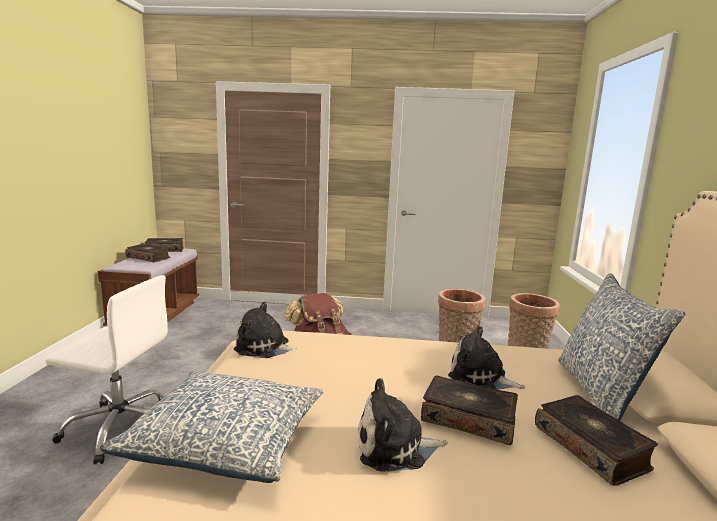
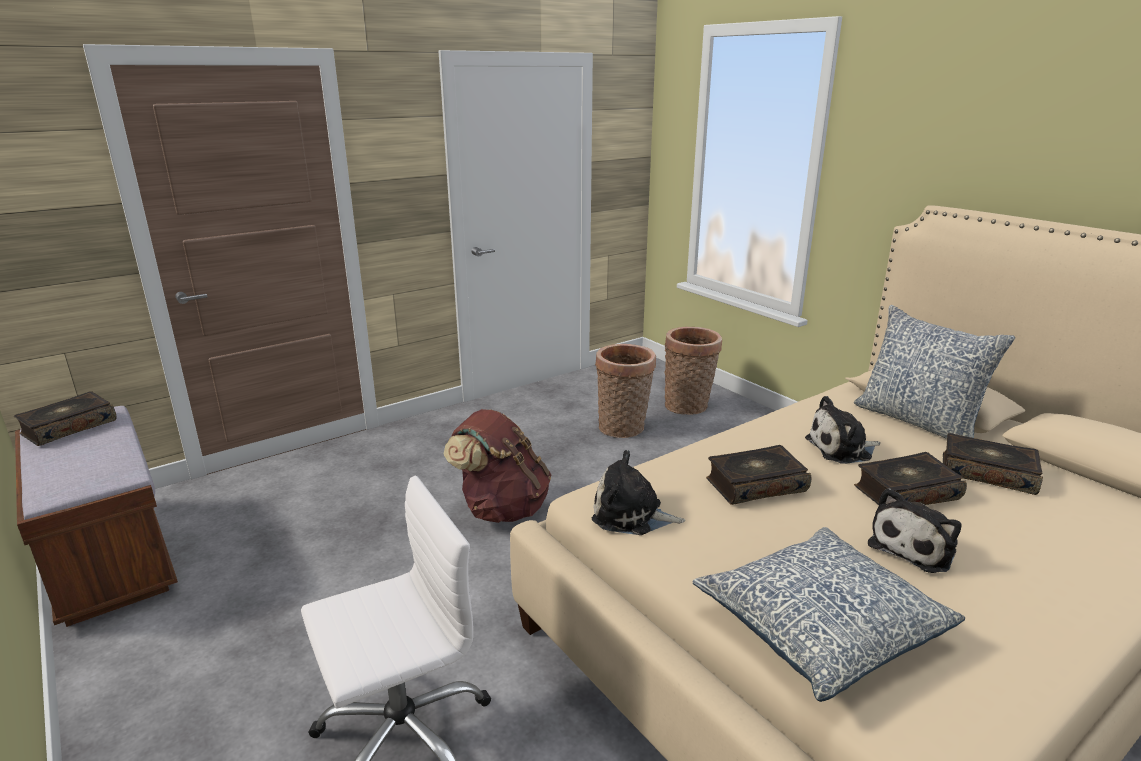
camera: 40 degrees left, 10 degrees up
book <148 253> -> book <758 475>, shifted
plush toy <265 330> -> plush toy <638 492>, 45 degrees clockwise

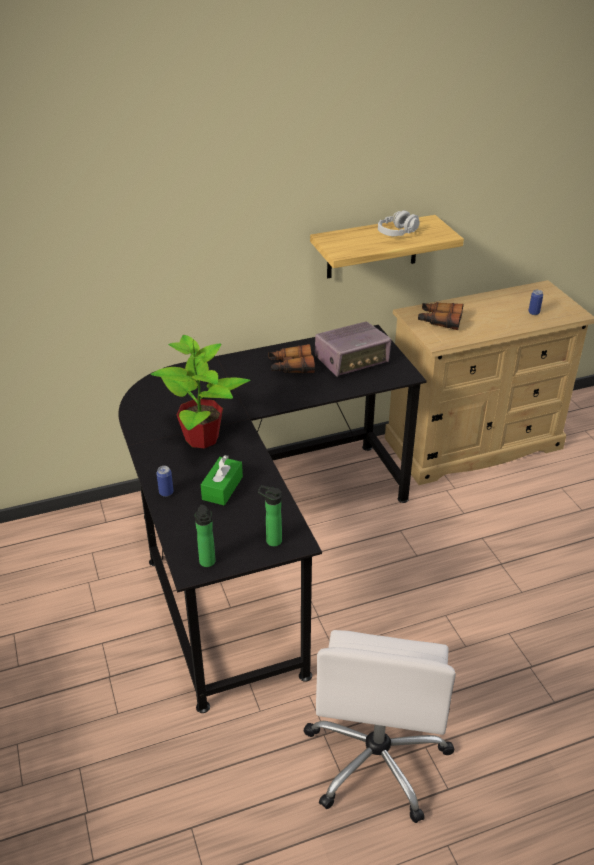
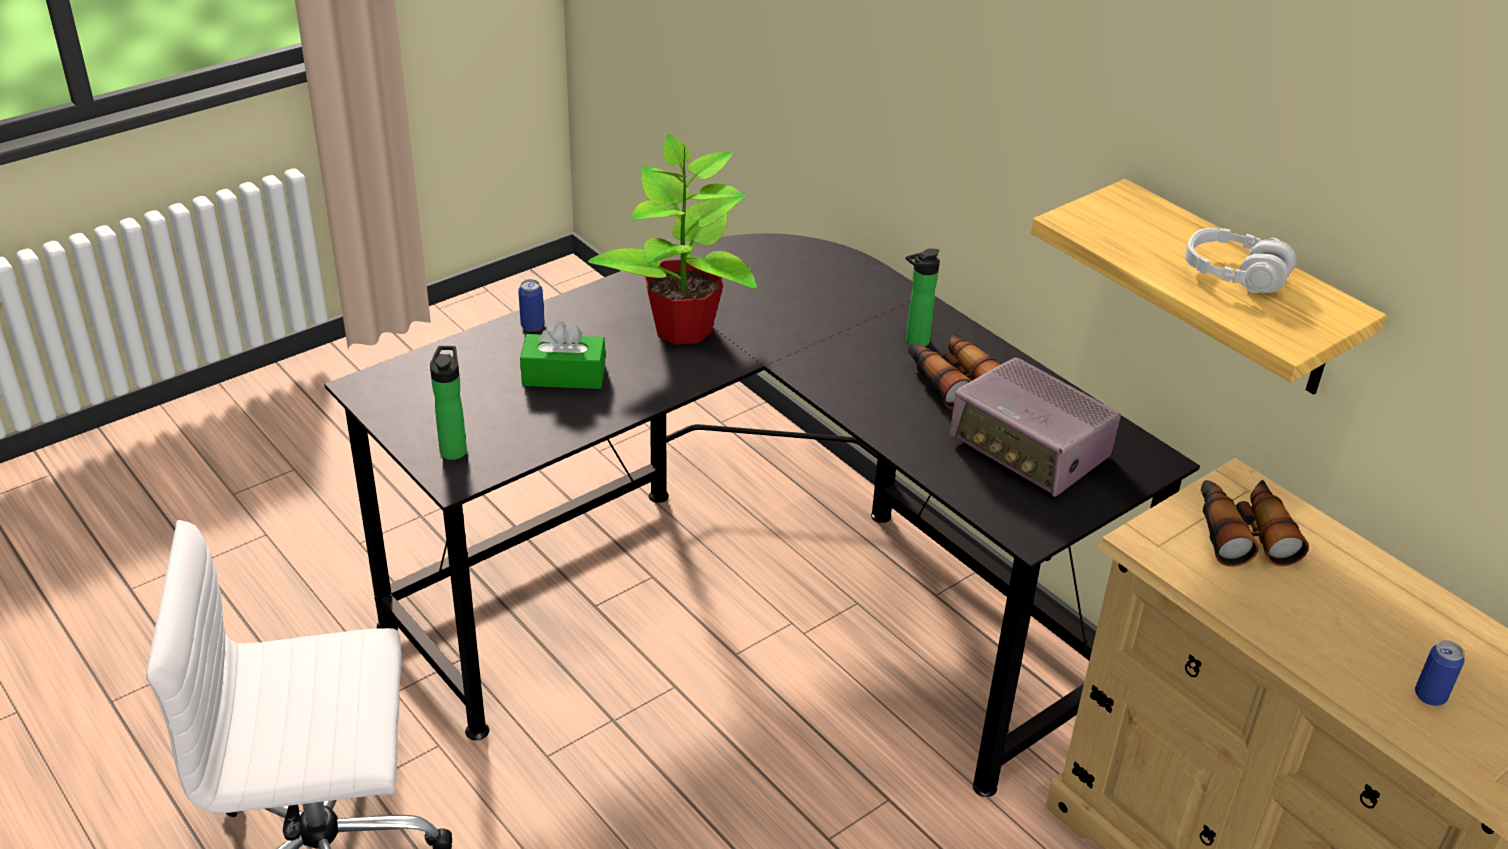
camera: 70 degrees right, 0 degrees up
bottle <205 536> -> bottle <923 297>, shifted

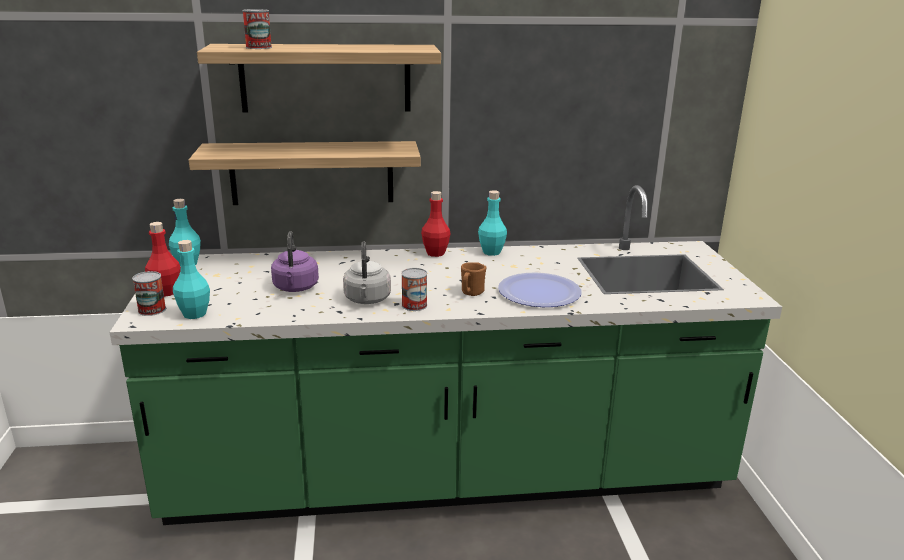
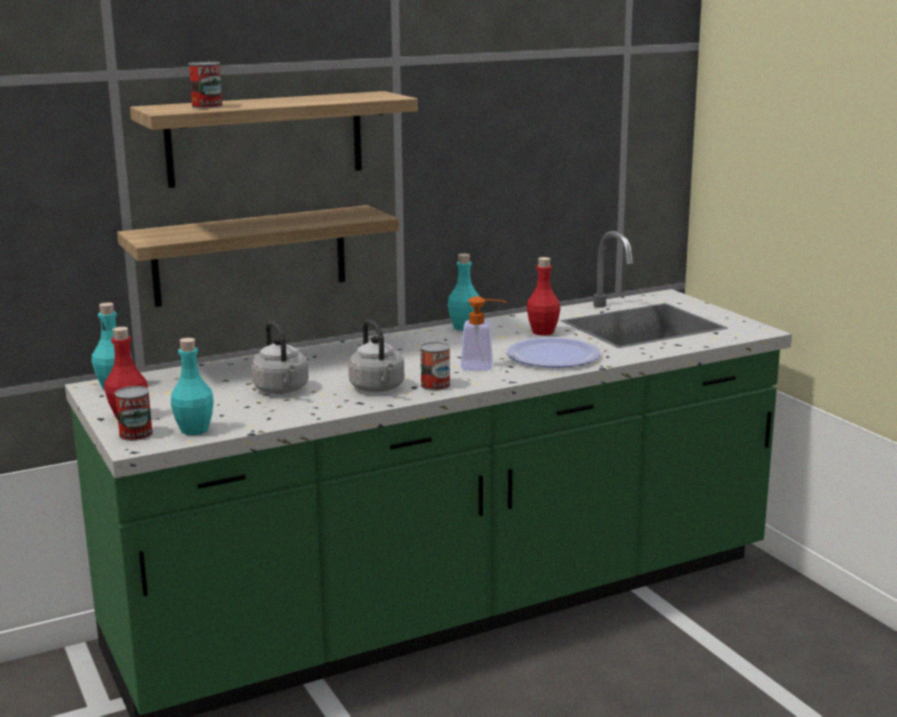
camera: 20 degrees left, 5 degrees down
red bottle <435 224> -> red bottle <543 296>, shifted
brown mug <474 279> -> soap dispenser <484 333>
purple kettle <295 261> -> grey kettle <280 357>

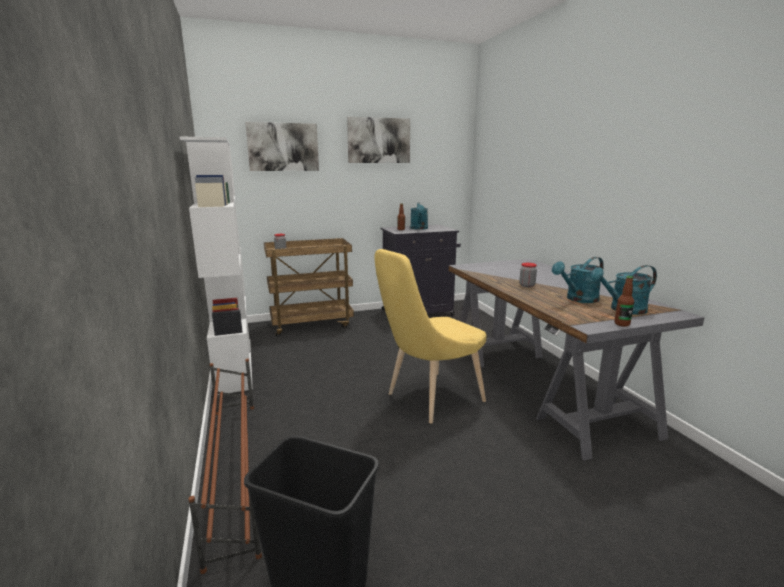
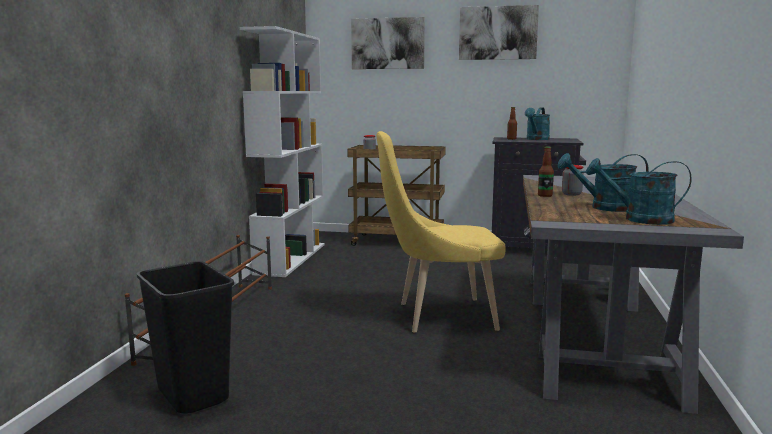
camera: 30 degrees right, 5 degrees down
bottle <624 301> -> bottle <546 171>, shifted

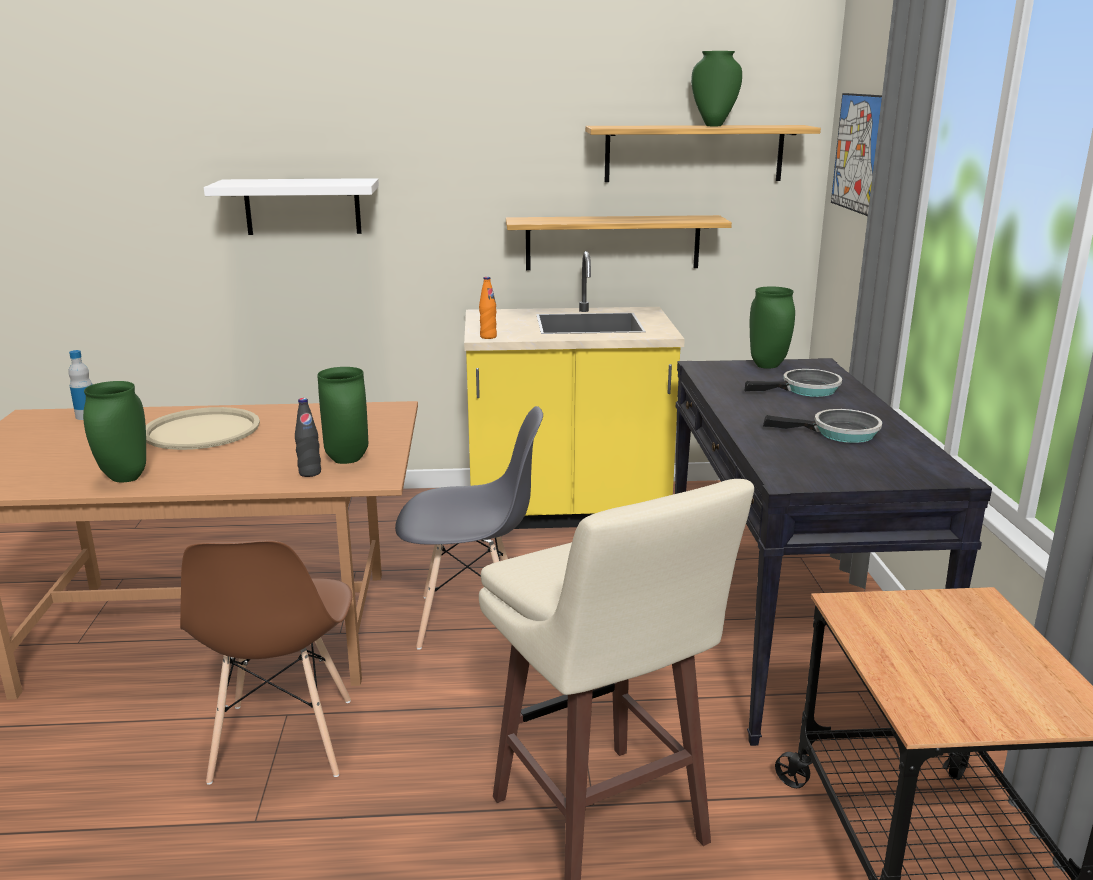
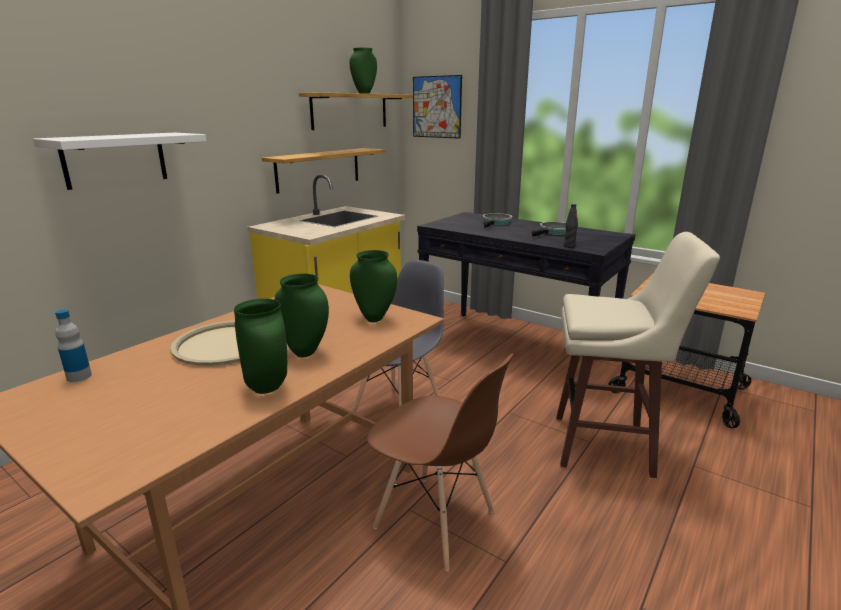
camera: 50 degrees left, 0 degrees up
orange bottle <488 308> -> none
black bottle <308 437> -> black bottle <571 226>, shifted
green vase <772 327> -> green vase <302 316>, shifted

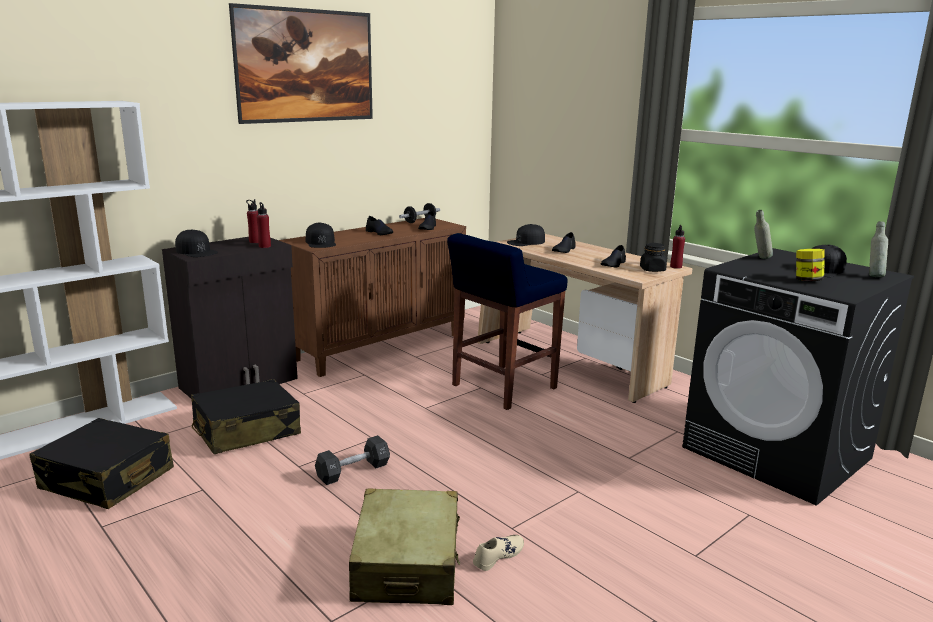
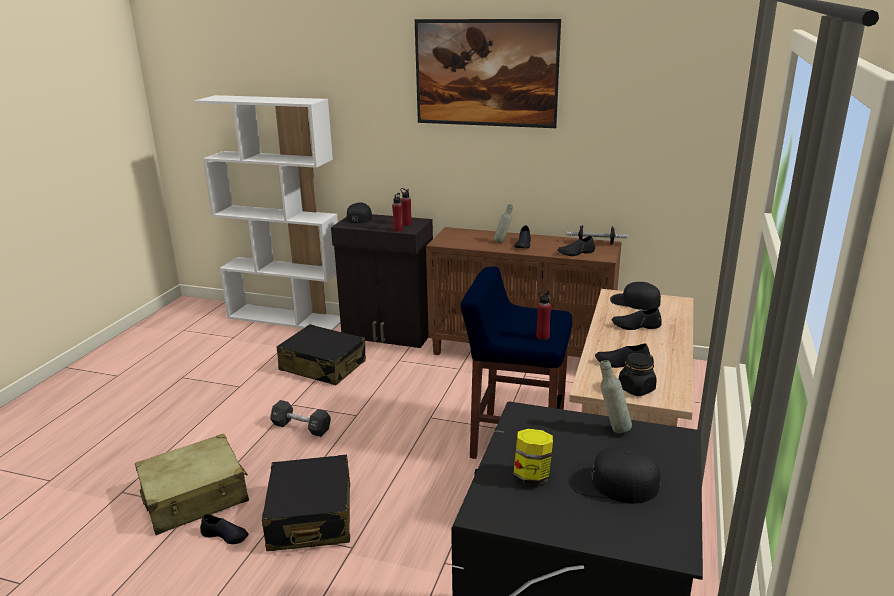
camera: 60 degrees right, 5 degrees up
black cap <321 235> -> none
black suitcase <101 463> -> black suitcase <306 503>, shifted
red bottle <677 247> -> red bottle <543 315>, shifted
grey bottle <878 249> -> grey bottle <503 223>, shifted
beige shoe <498 553> -> black shoe <224 529>

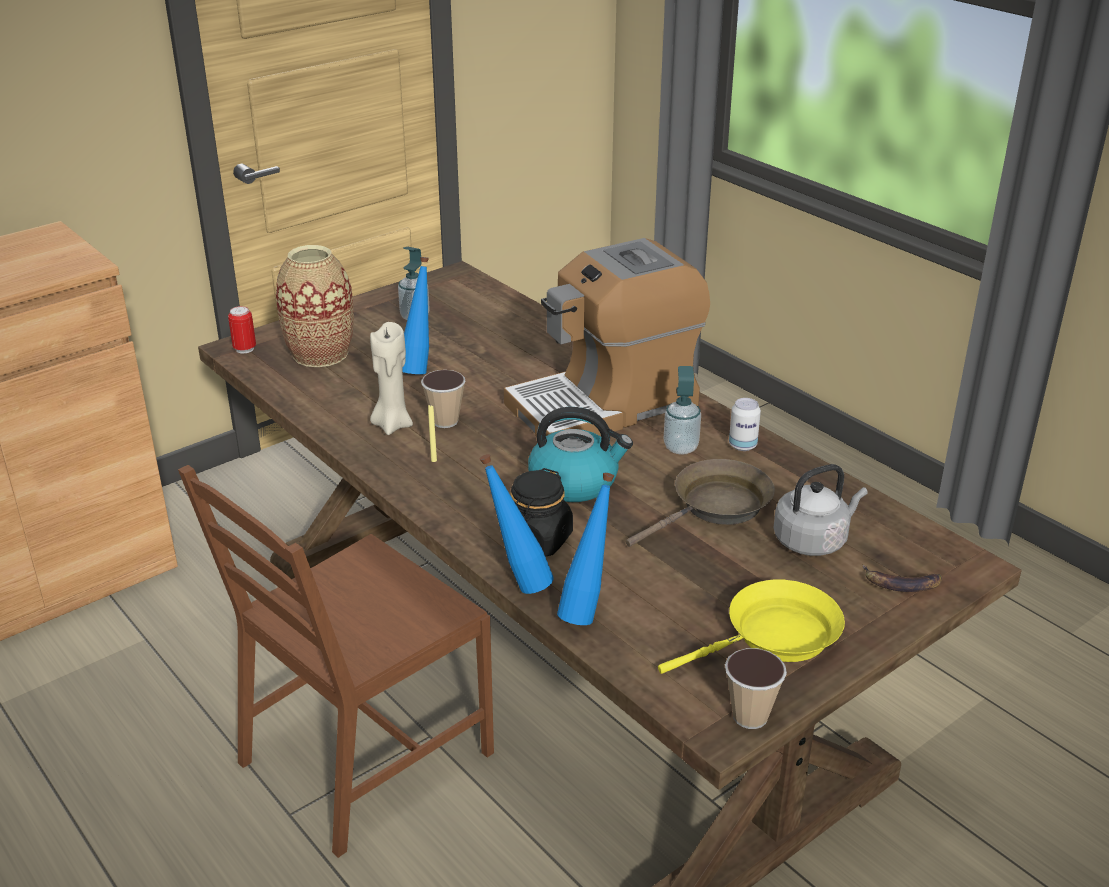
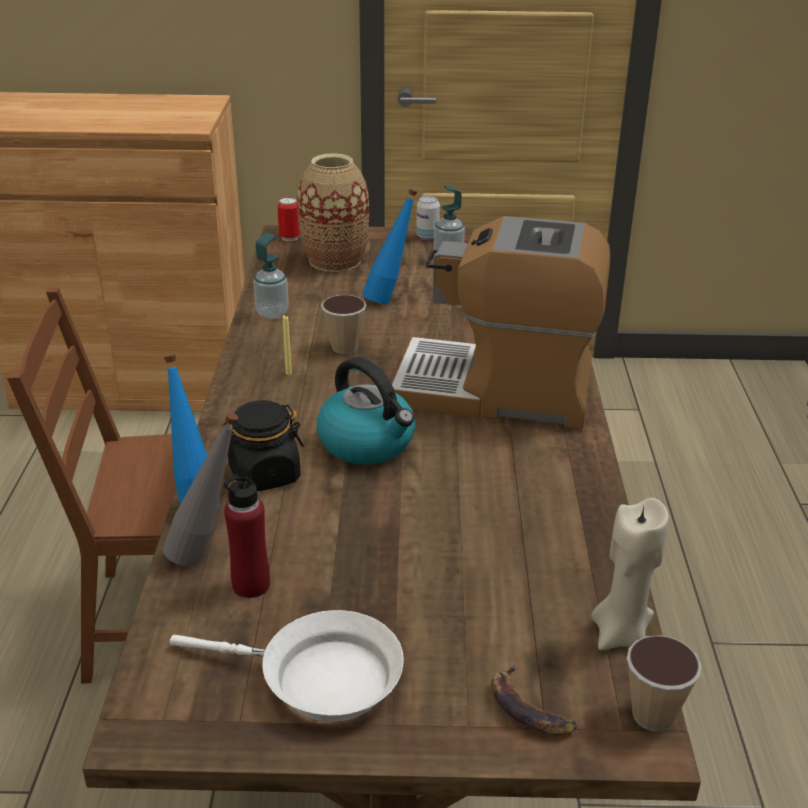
camera: 40 degrees right, 0 degrees up
brown frying pan <700 503> -> none
grey kettle <821 510> -> none
none -> red bottle <247 532>
beige candle <391 378> -> beige candle <630 574>, shifted
soap dispenser <682 410> -> soap dispenser <271 276>, shifted
cup <756 688> -> cup <664 683>, shifted
can <745 424> -> can <428 218>, shifted
blue bottle <585 549> -> grey bottle <200 489>
yellow frying pan <751 627> -> white frying pan <287 666>

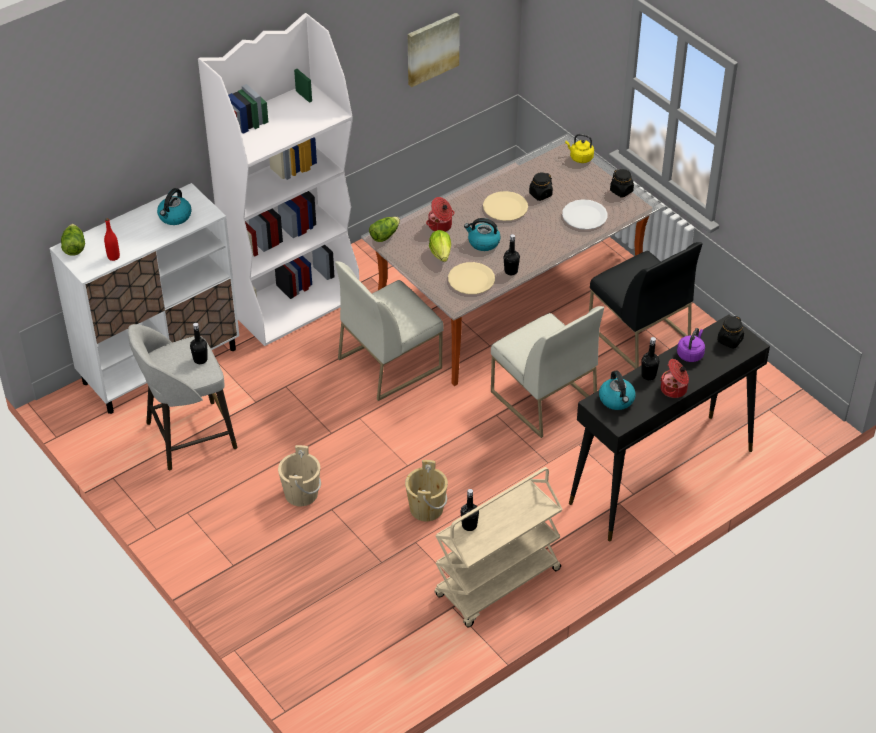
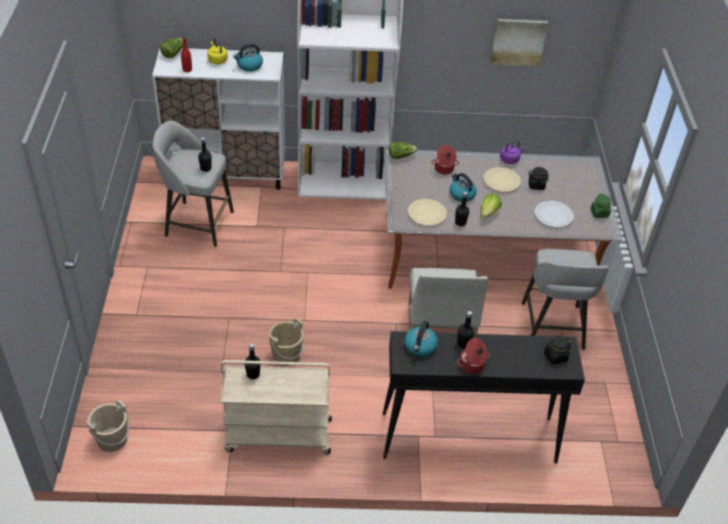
camera: 35 degrees right, 0 degrees up
white chair <389 331> -> none
beige bucket <299 475> -> beige bucket <107 425>, shifted
lettuce <440 246> -> lettuce <491 206>, shifted
yellow kettle <579 148> -> yellow kettle <217 51>, shifted
purple kettle <691 345> -> purple kettle <513 152>, shifted
black chair <646 305> -> grey stool <565 299>
black jar <622 183> -> green jar <601 206>

